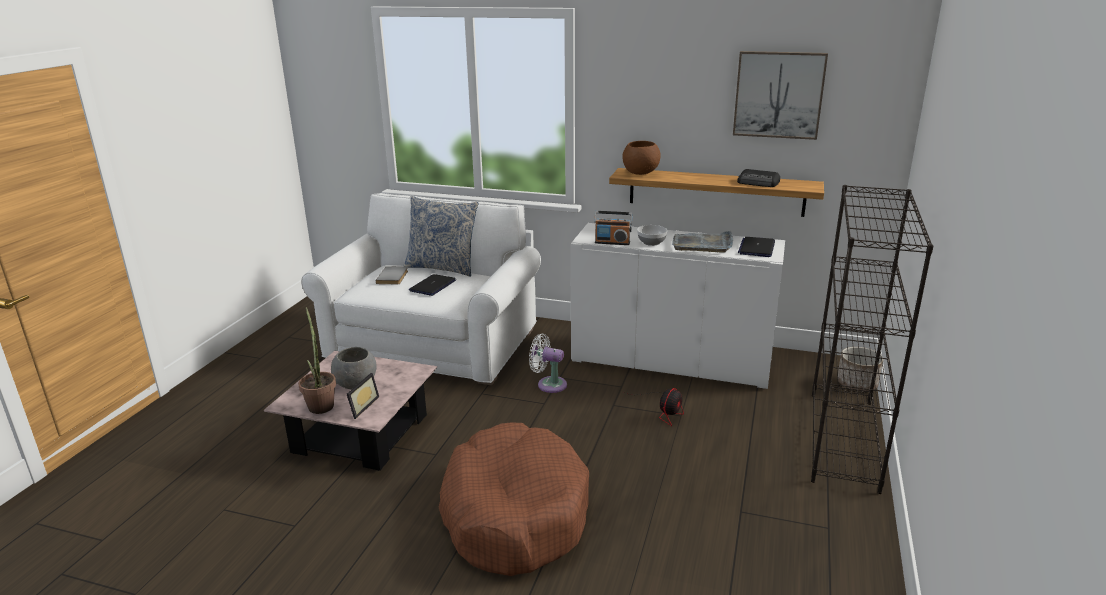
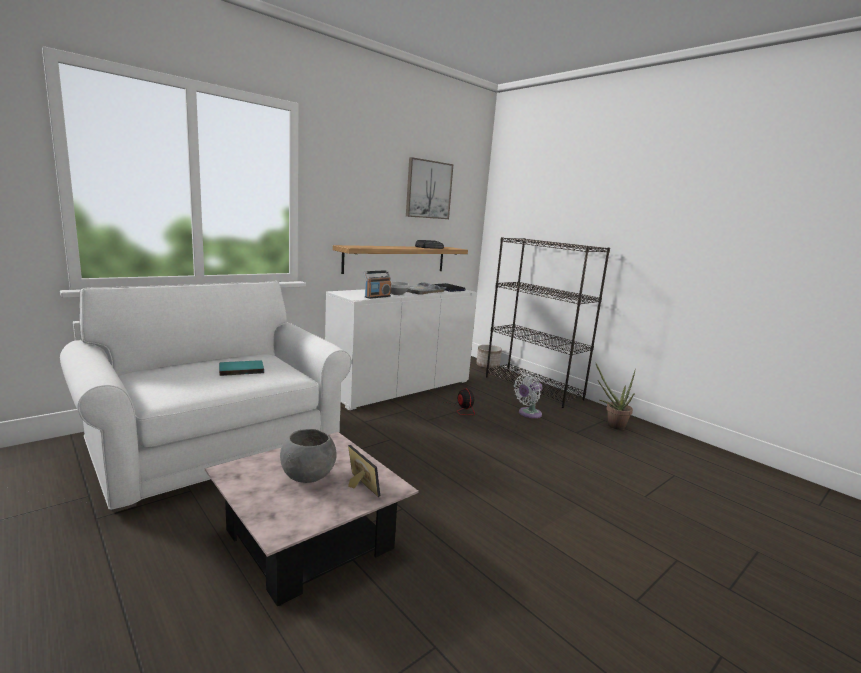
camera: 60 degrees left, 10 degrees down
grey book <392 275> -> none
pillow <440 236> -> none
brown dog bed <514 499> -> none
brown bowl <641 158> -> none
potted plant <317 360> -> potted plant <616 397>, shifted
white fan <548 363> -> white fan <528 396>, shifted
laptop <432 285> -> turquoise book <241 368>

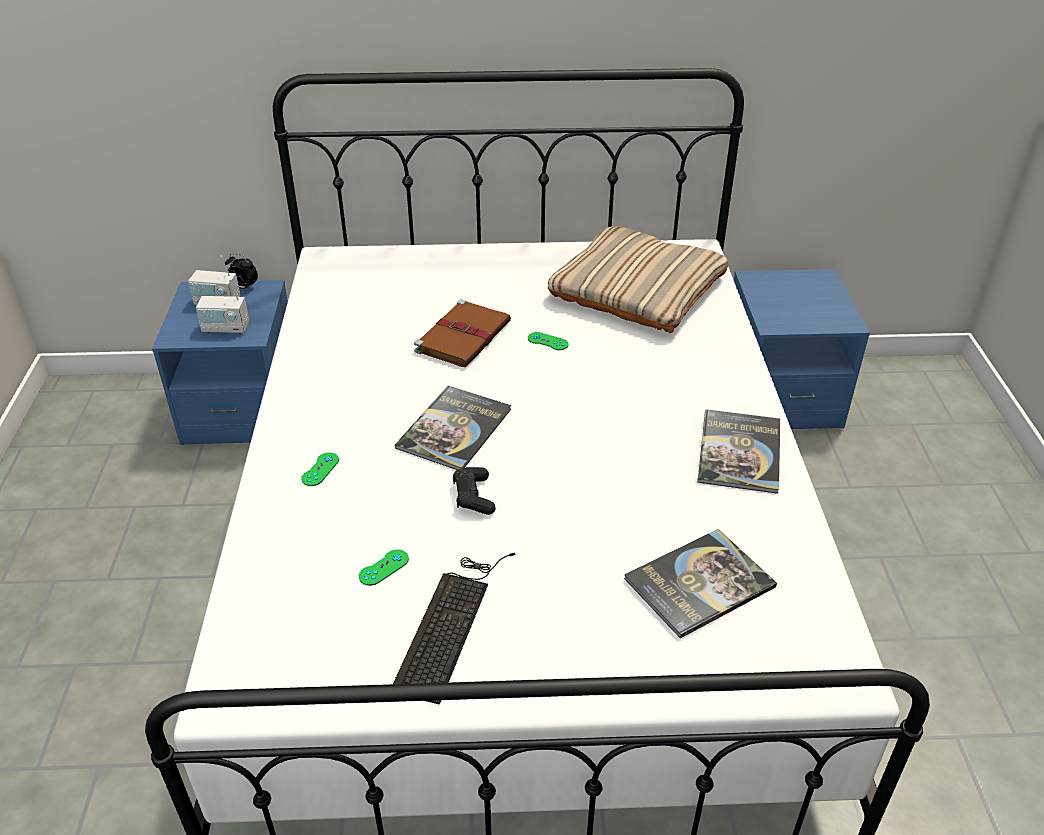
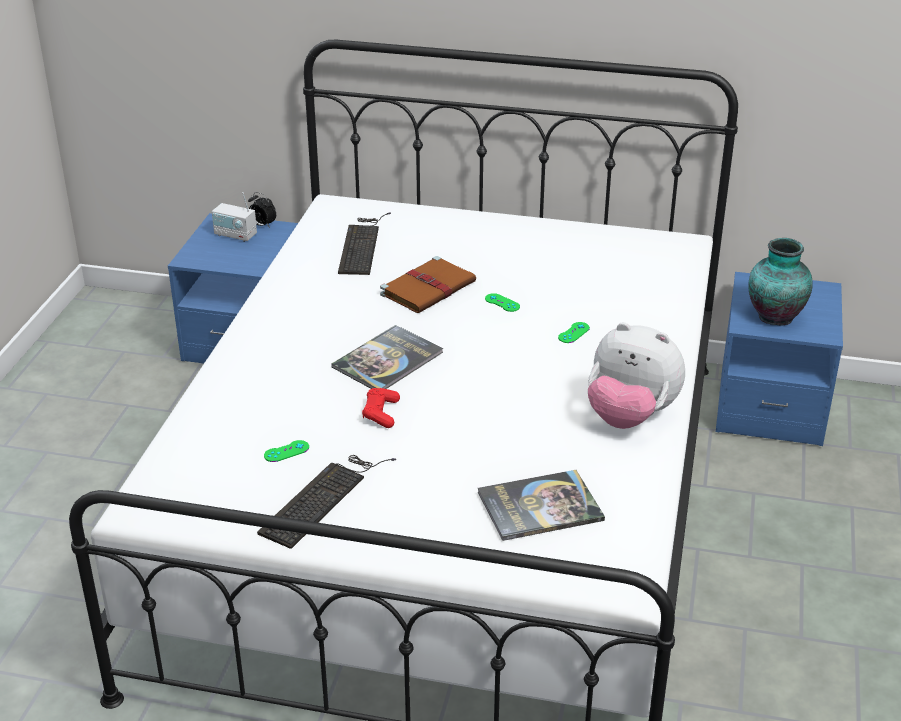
camera: 15 degrees right, 5 degrees down
radio <223 306> -> none
beige pillow <638 279> -> none
none -> keyboard <364 243>
none -> vase <780 282>
green game controller <320 469> -> green game controller <574 332>, shifted
book <738 451> -> plush toy <636 375>
black game controller <474 491> -> red game controller <381 408>

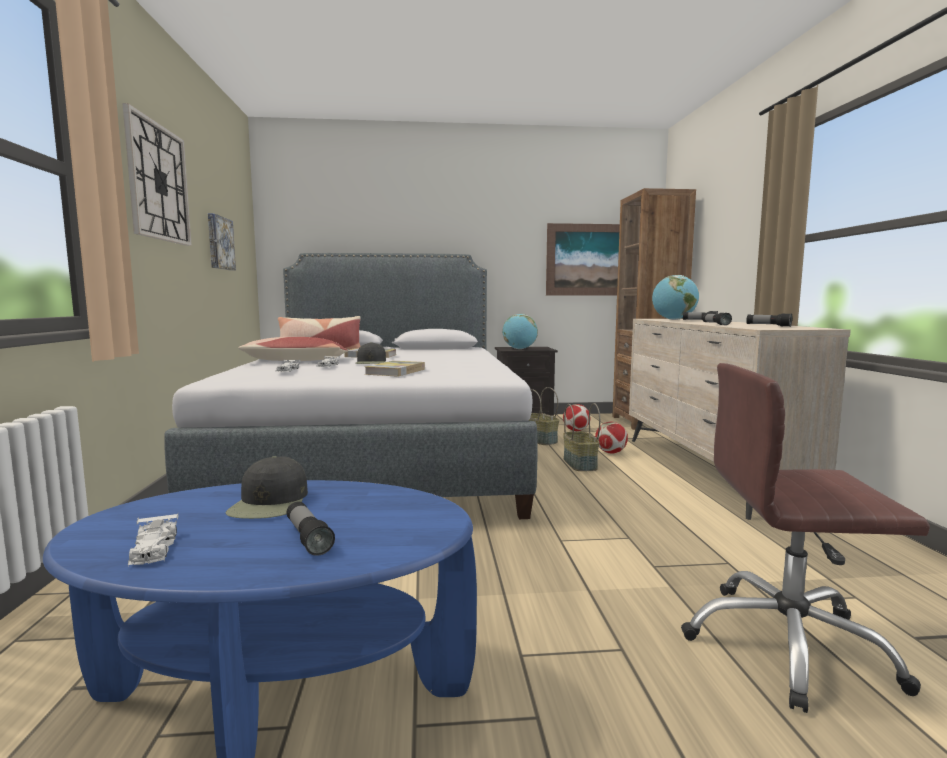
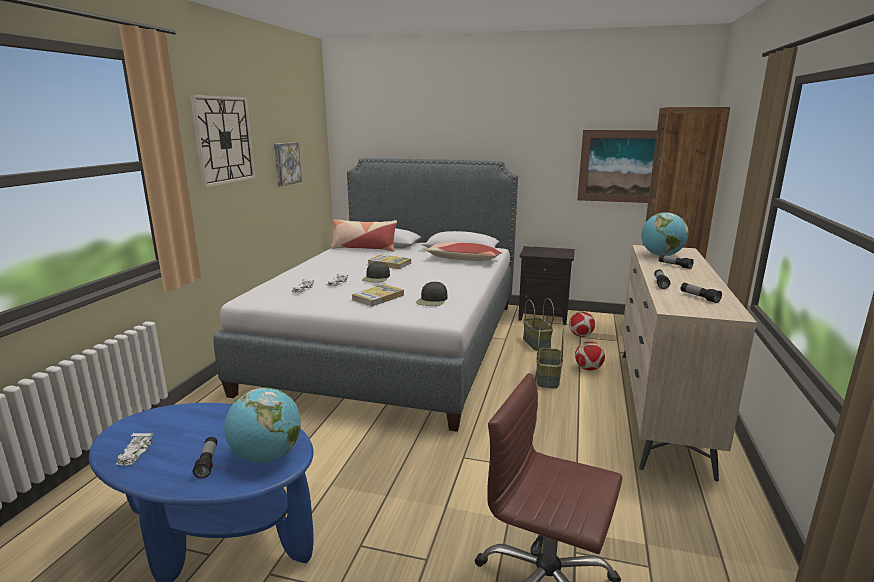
camera: 20 degrees right, 10 degrees up
black cap <266 487> -> black cap <431 294>, shifted
pillow <293 349> -> pillow <464 251>, shifted
globe <520 331> -> globe <262 425>, shifted

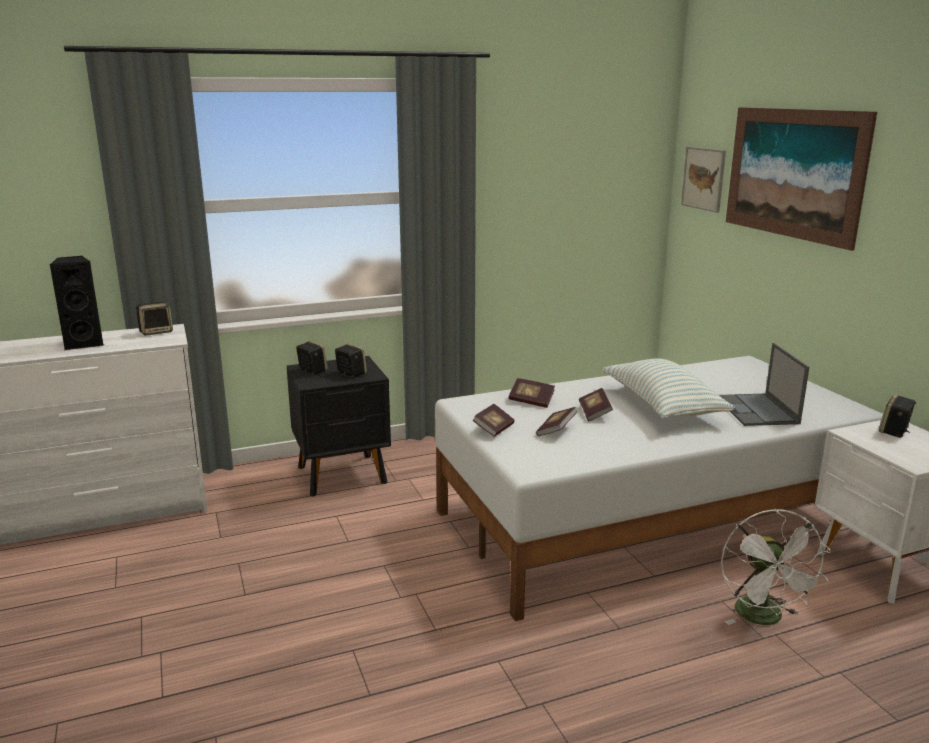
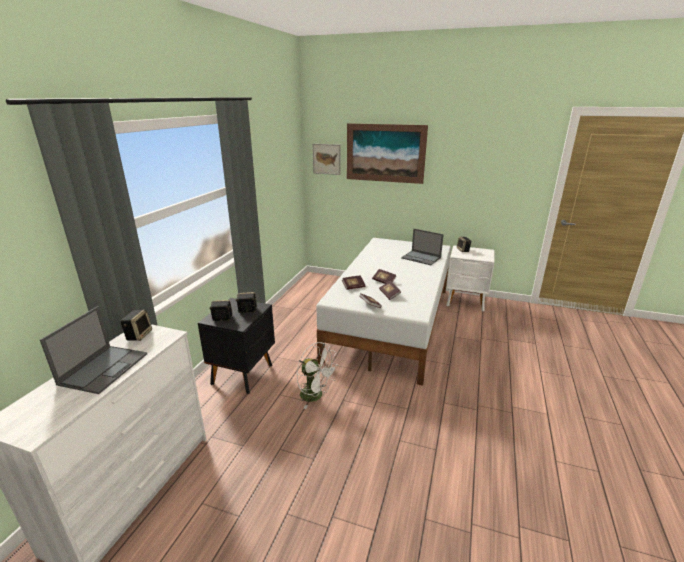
camera: 50 degrees left, 5 degrees up
pillow <669 388> -> none
white fan <776 567> -> white fan <318 375>, shifted
black speaker <76 303> -> laptop <93 350>

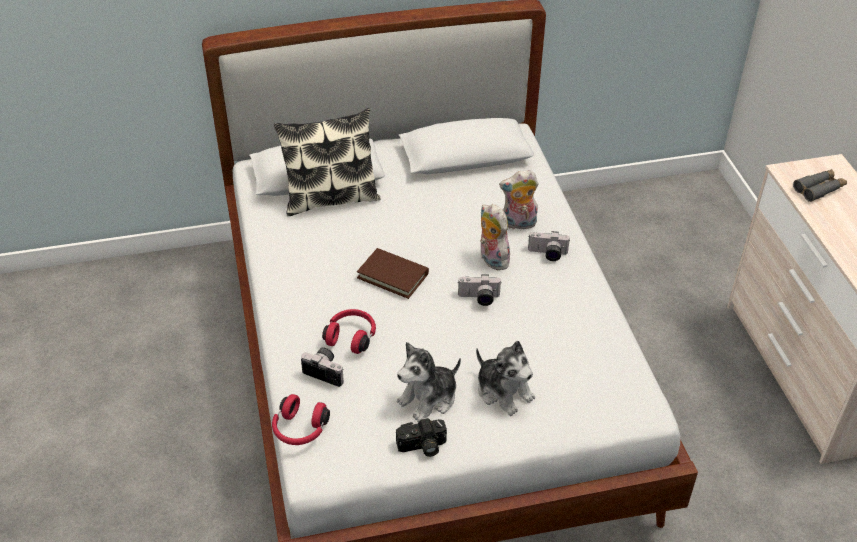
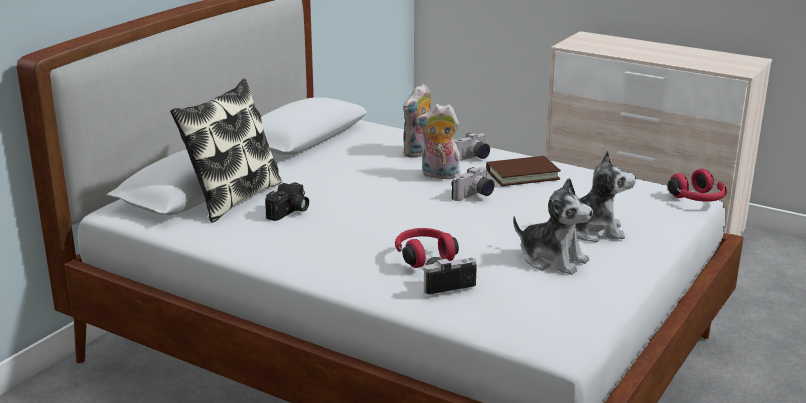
camera: 45 degrees left, 20 degrees down
grey binoculars <820 185> -> none
red headphones <301 419> -> red headphones <697 185>, shifted
brown book <393 273> -> brown book <523 171>, shifted
photo camera <421 437> -> photo camera <287 202>, shifted
plush toy <429 382> -> plush toy <553 226>, 60 degrees counterclockwise

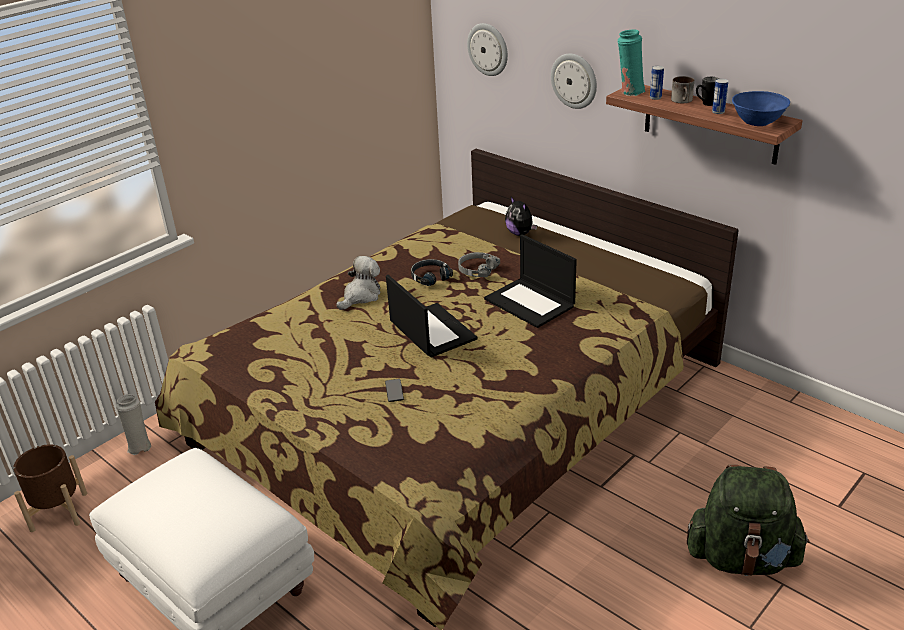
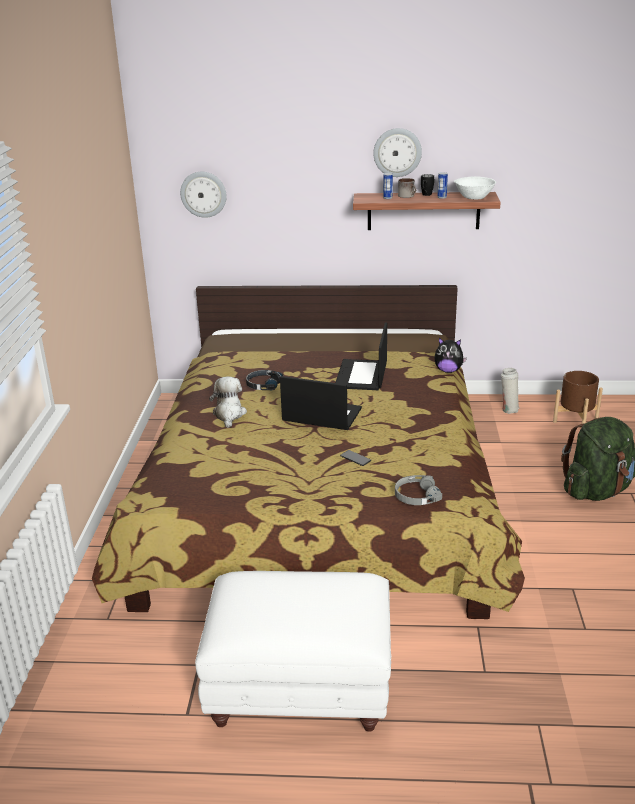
camera: 40 degrees left, 5 degrees down
turquoise vase <631 62> -> none
brown planter <50 488> -> brown planter <578 400>, shifted
white vase <133 424> -> white vase <510 391>, shifted
grey headphones <479 264> -> grey headphones <418 490>, shifted
plush toy <521 216> -> plush toy <450 355>, shifted
wall clock <574 81> -> wall clock <397 152>, shifted
blue bowl <761 108> -> white bowl <475 188>
laptop <530 281> -> laptop <361 356>, 90 degrees clockwise

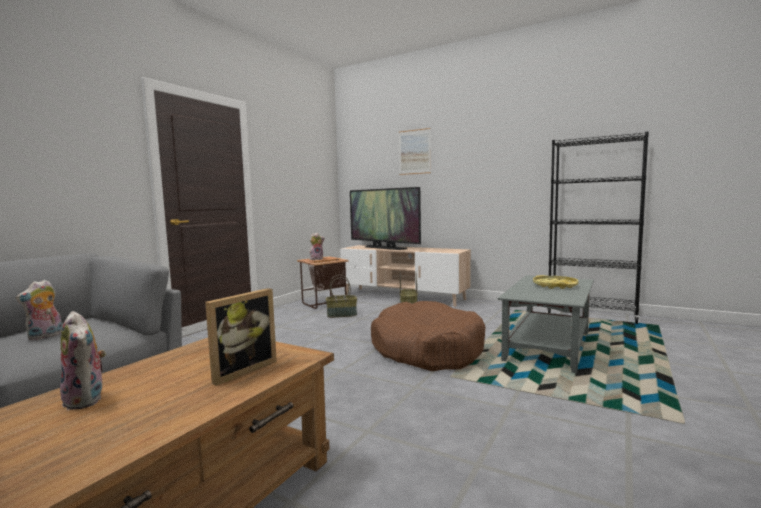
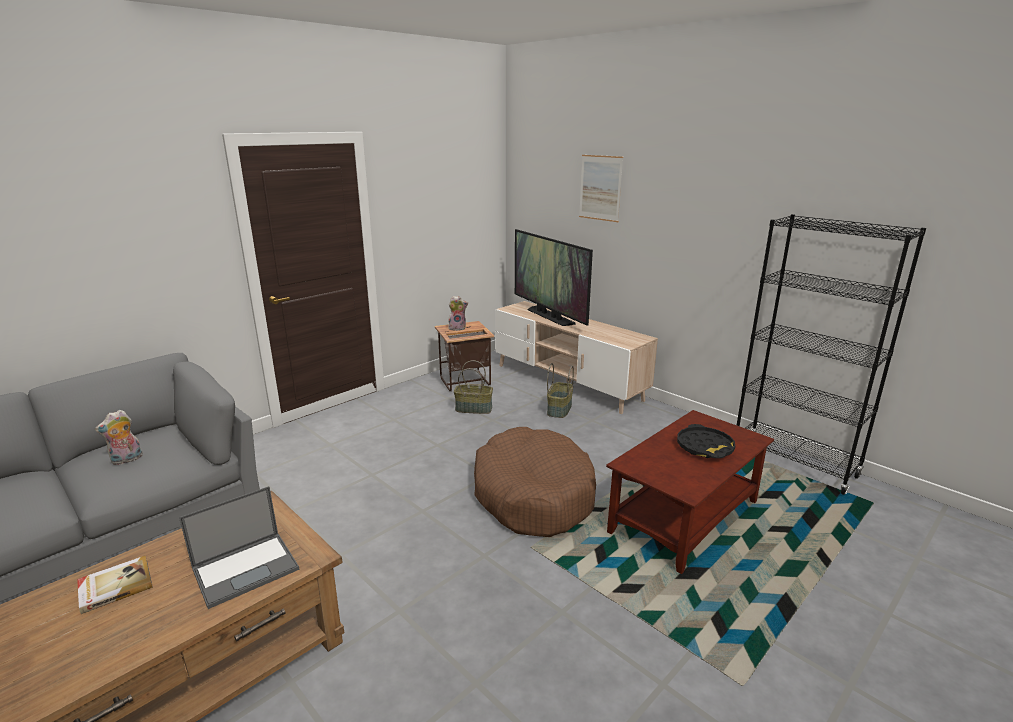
camera: 15 degrees right, 15 degrees up
plush toy <83 360> -> book <115 585>
picture frame <241 337> -> laptop <239 547>
grey coffee table <546 324> -> brown coffee table <690 492>
yellow tray <555 282> -> black tray <706 441>

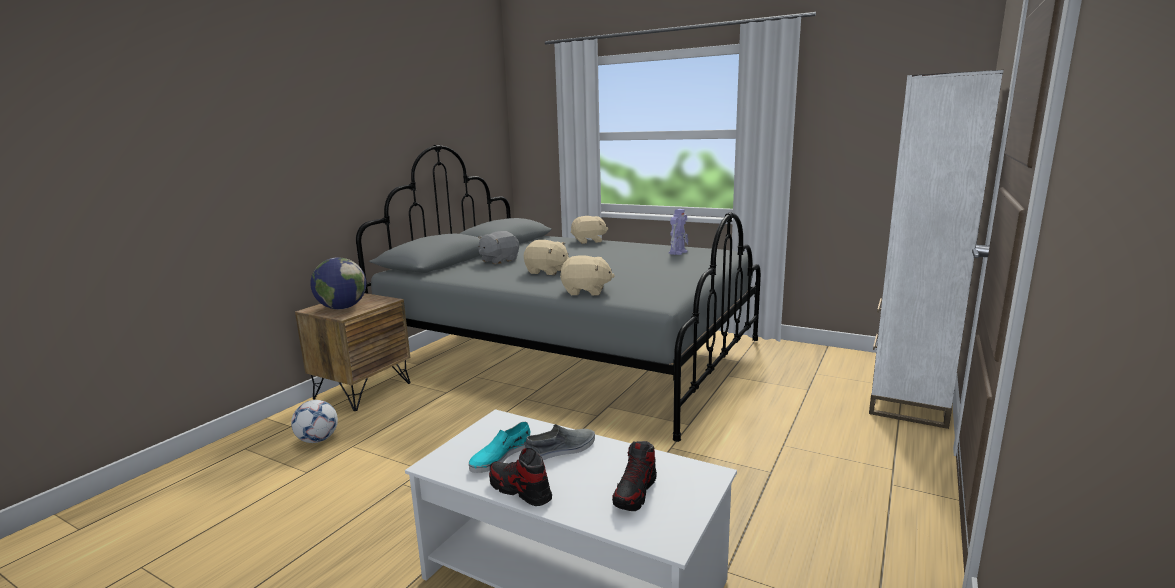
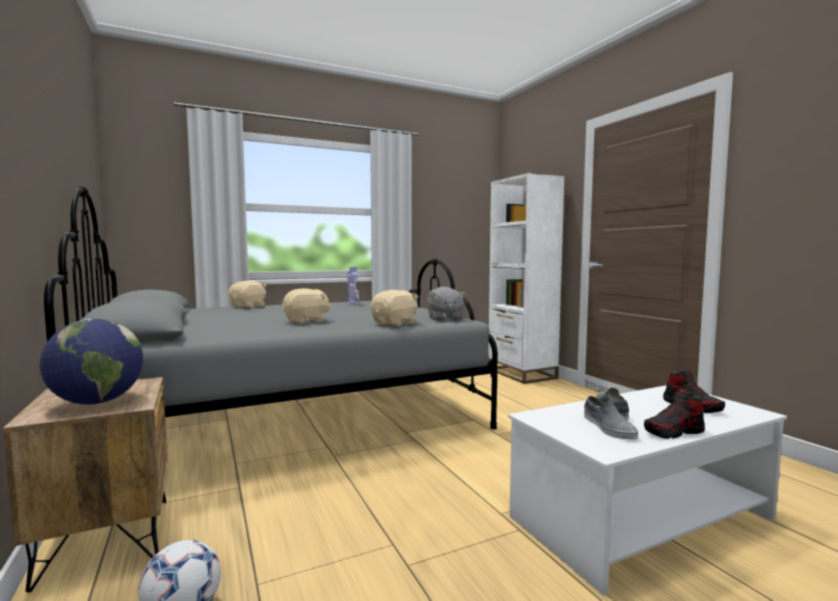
camera: 55 degrees left, 10 degrees down
grey plush toy <498 247> -> grey plush toy <446 303>, shifted
turquoise shoe <499 447> -> grey shoe <611 417>

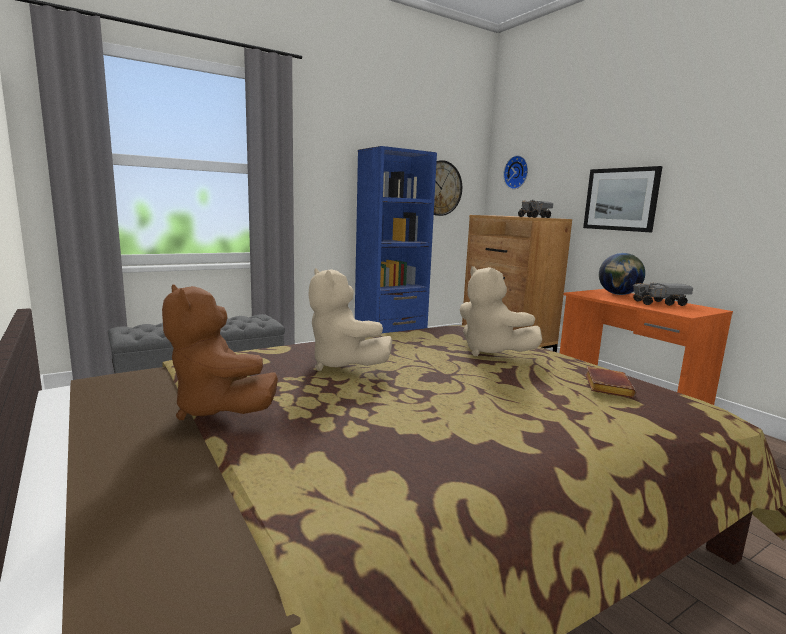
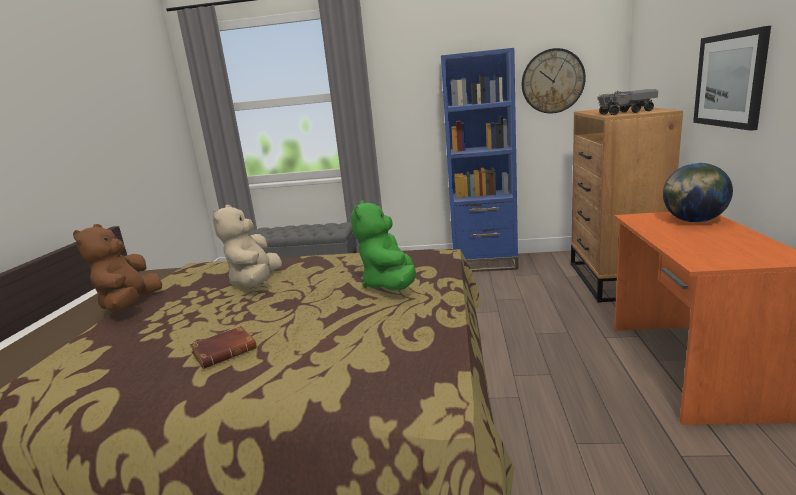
camera: 40 degrees right, 5 degrees up
wall clock <515 172> -> none
toy truck <663 294> -> none
brown book <610 382> -> brown book <223 347>, shifted
beige plush toy <501 311> -> green plush toy <383 245>

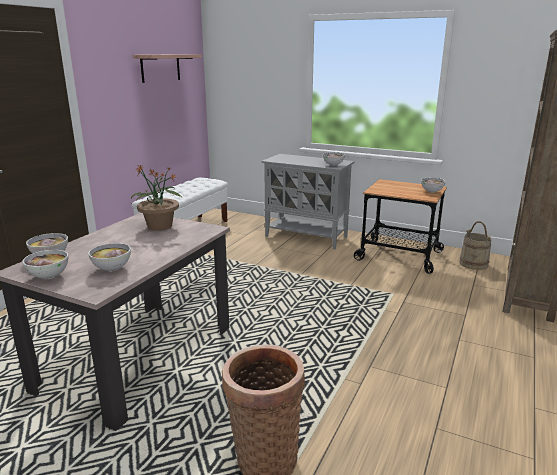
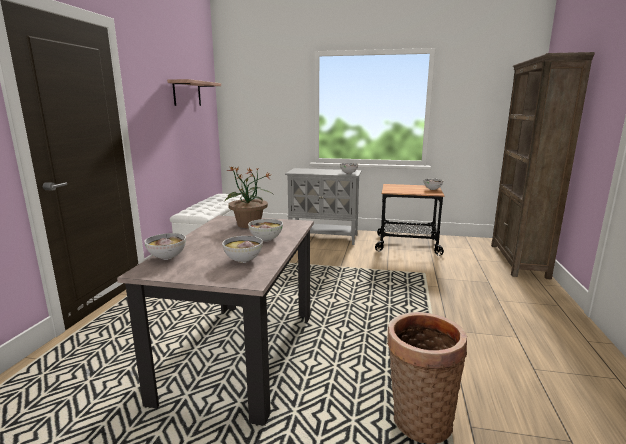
camera: 15 degrees left, 5 degrees down
beige bucket <475 245> -> none
bowl <45 264> -> bowl <265 230>, shifted

